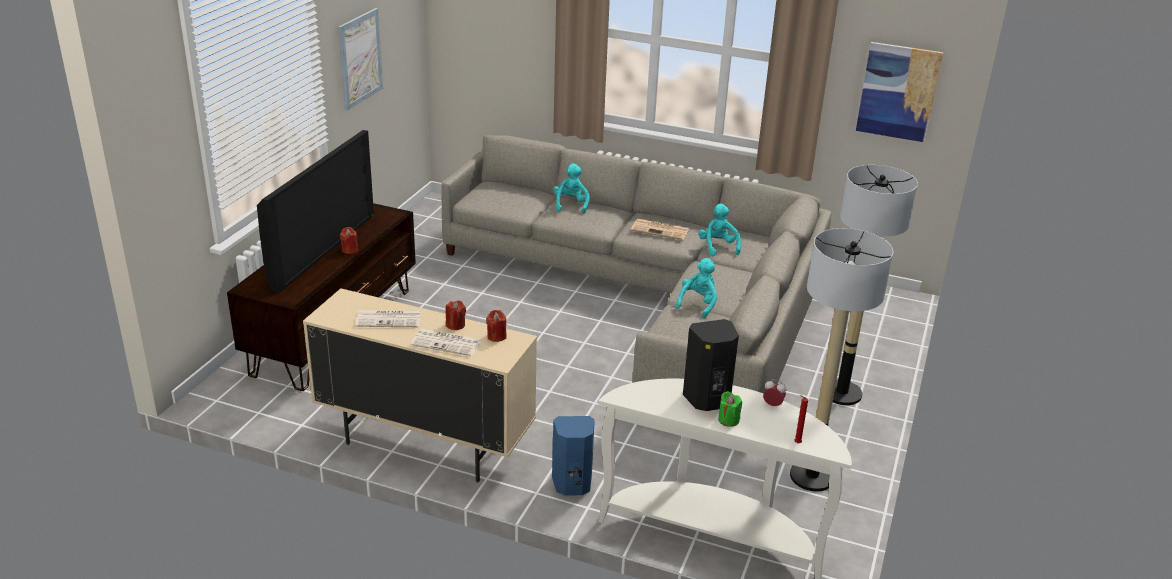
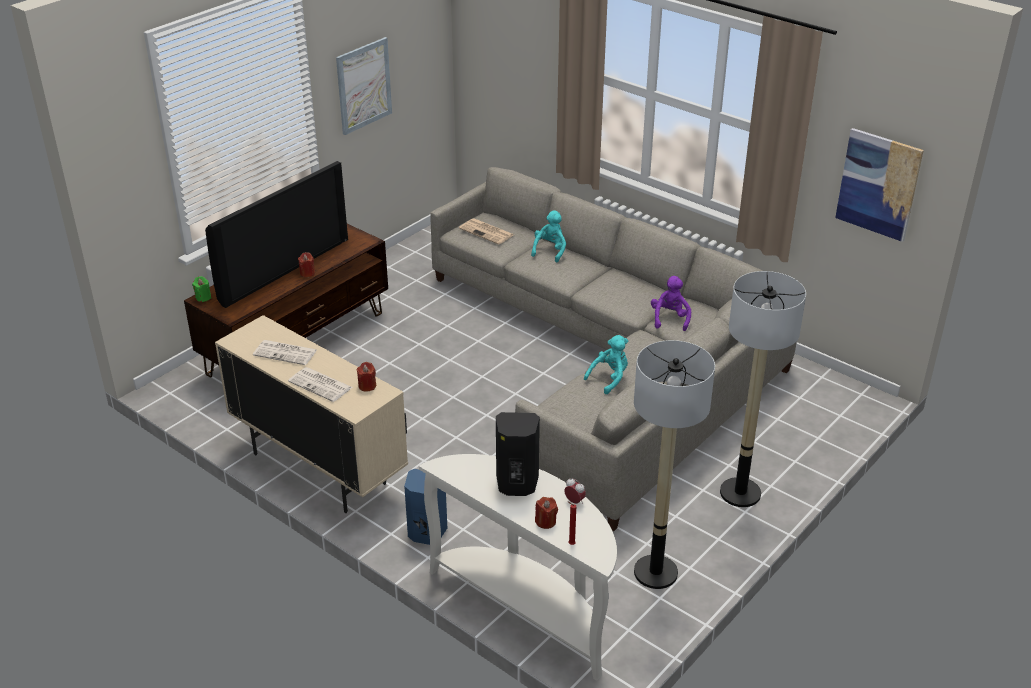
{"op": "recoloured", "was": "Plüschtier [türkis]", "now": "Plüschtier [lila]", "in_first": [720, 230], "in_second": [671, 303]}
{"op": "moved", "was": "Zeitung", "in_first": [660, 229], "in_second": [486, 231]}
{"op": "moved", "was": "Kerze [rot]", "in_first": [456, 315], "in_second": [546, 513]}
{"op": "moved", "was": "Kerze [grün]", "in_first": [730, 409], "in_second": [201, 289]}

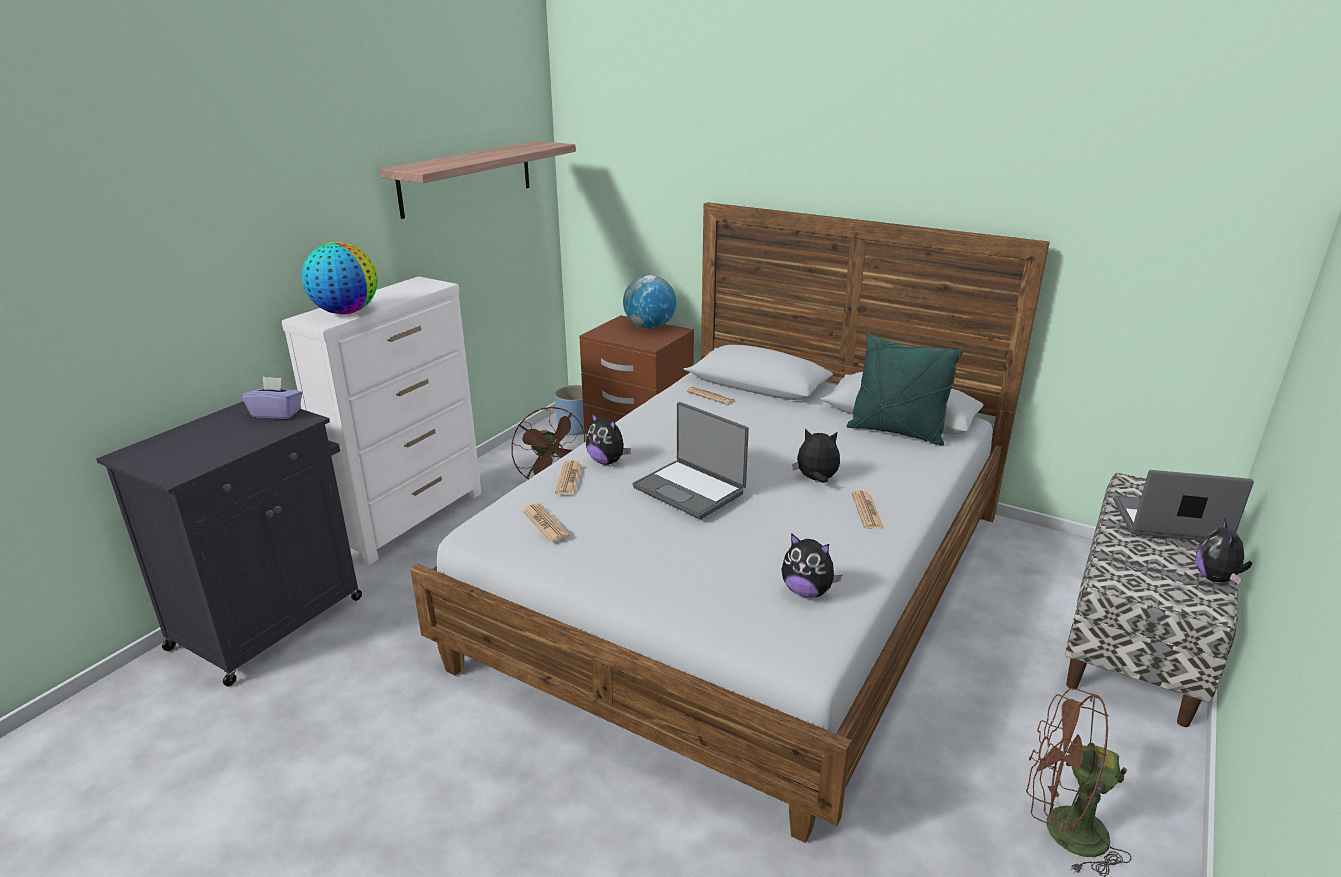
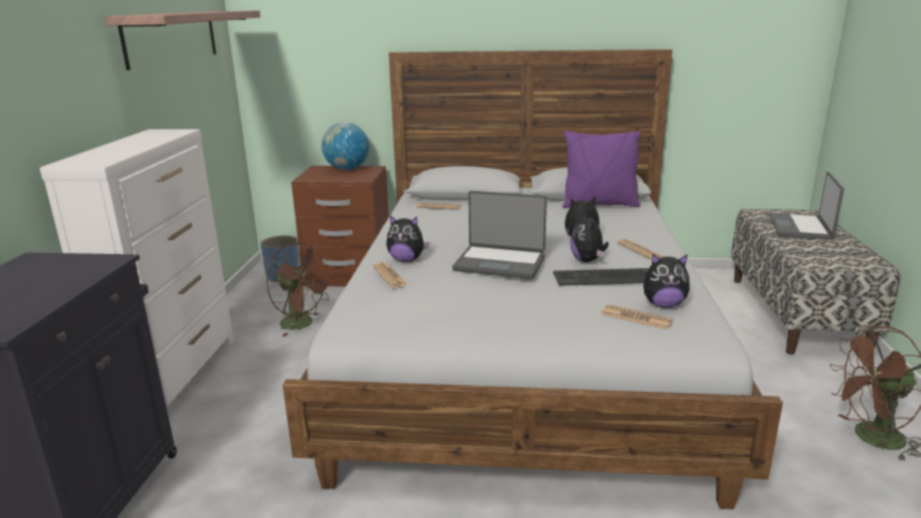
{"op": "removed", "was": "Globus", "in_first": [340, 278]}
{"op": "recoloured", "was": "Kissen [grün]", "now": "Kissen [lila]", "in_first": [905, 389], "in_second": [601, 169]}
{"op": "removed", "was": "Taschentuchbox [lila]", "in_first": [271, 398]}
{"op": "turned", "was": "Laptop", "in_first": [1184, 505], "in_second": [806, 206], "clockwise": -60}
{"op": "moved", "was": "Zeitung", "in_first": [546, 522], "in_second": [637, 317]}
{"op": "moved", "was": "Plüschtier", "in_first": [1224, 550], "in_second": [589, 237]}
{"op": "added", "now": "Tastatur", "in_second": [601, 277]}

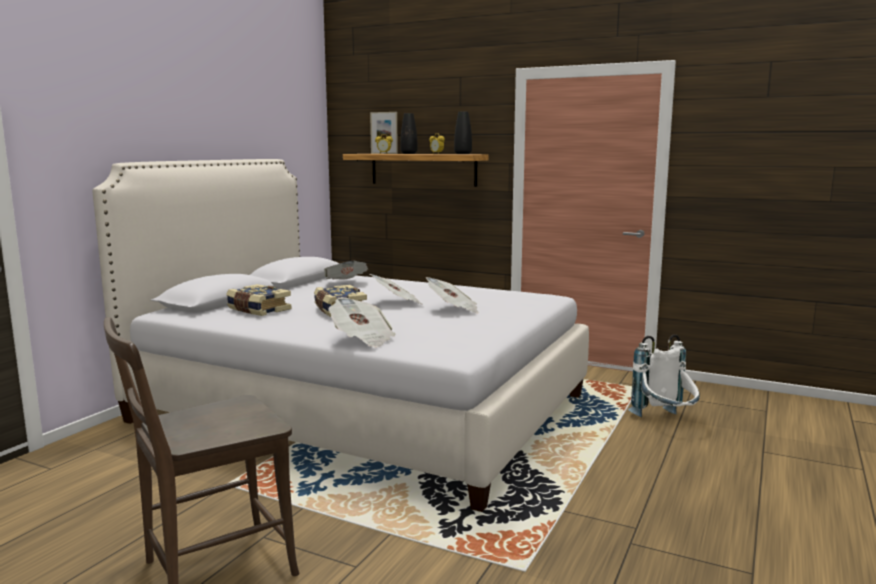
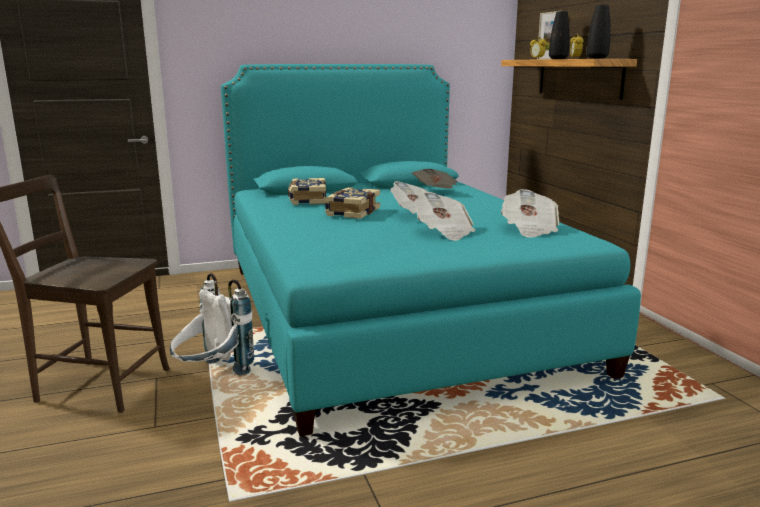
{"op": "recoloured", "was": "Bett [weiß]", "now": "Bett [türkis]", "in_first": [340, 335], "in_second": [431, 250]}
{"op": "moved", "was": "Zeitung", "in_first": [362, 322], "in_second": [530, 213]}
{"op": "moved", "was": "Rucksack [weiß]", "in_first": [664, 375], "in_second": [212, 324]}

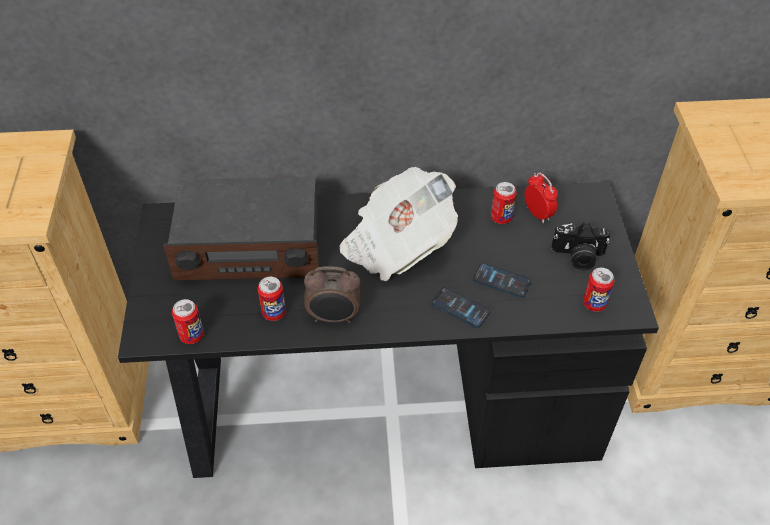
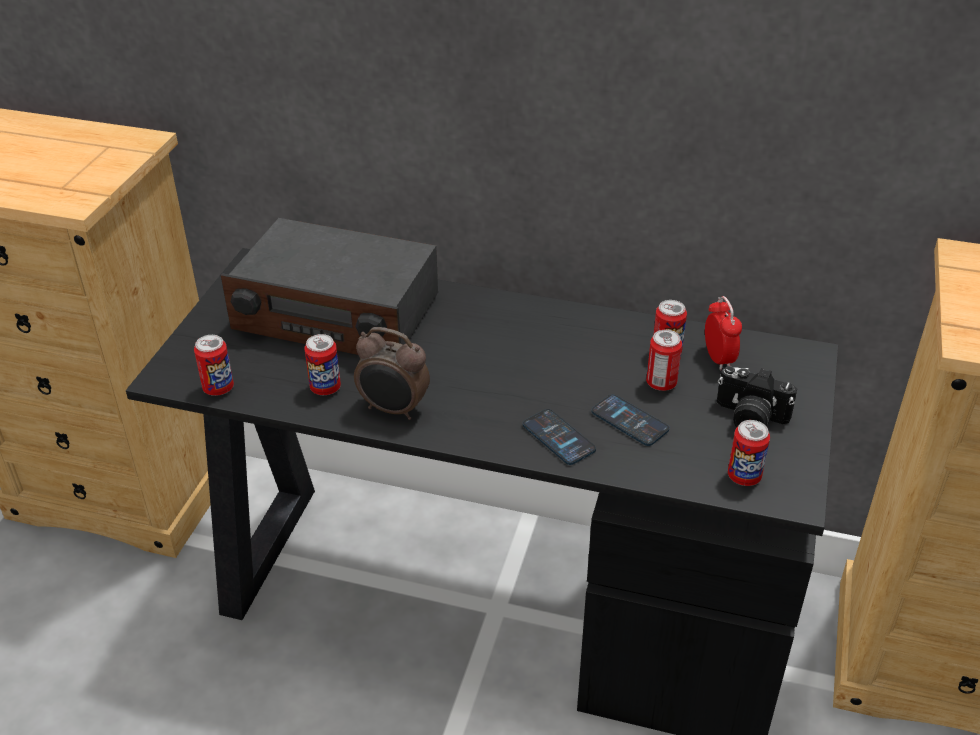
{"op": "removed", "was": "Zeitung", "in_first": [399, 224]}
{"op": "added", "now": "Dose", "in_second": [664, 360]}

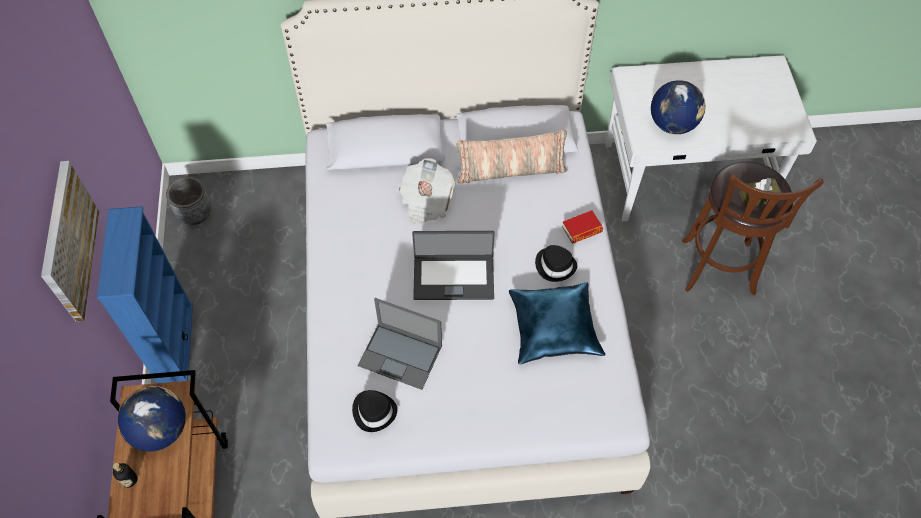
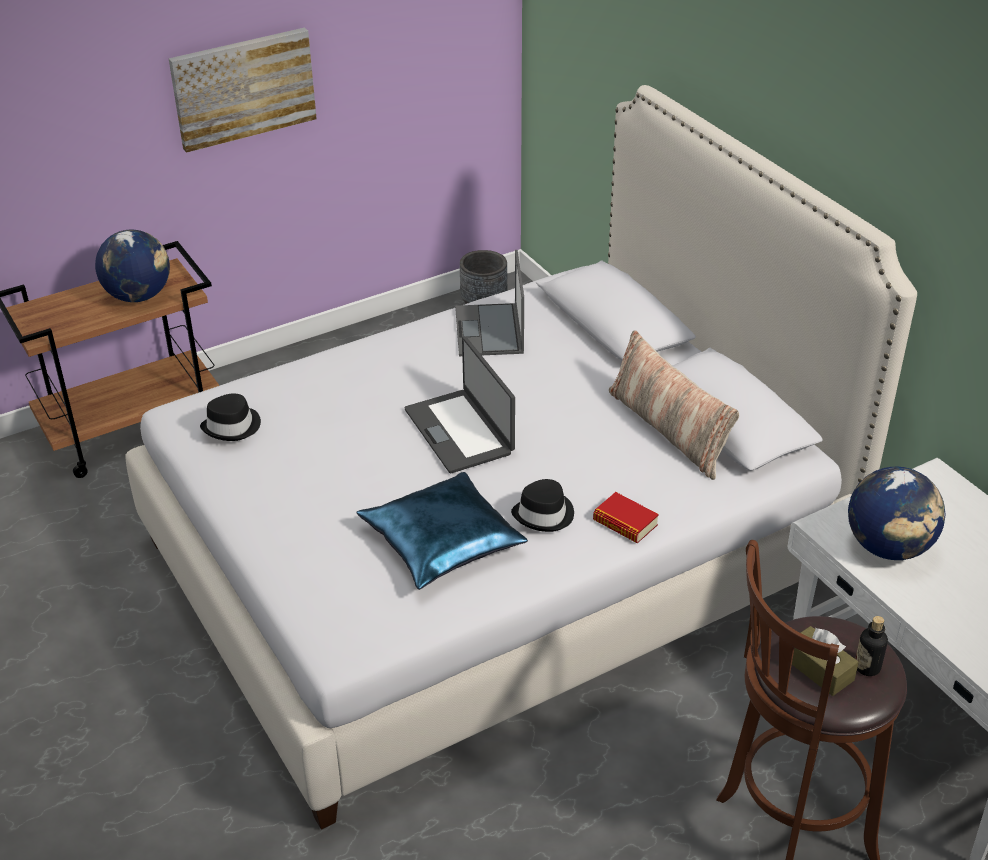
{"op": "removed", "was": "Zeitung", "in_first": [427, 191]}
{"op": "removed", "was": "Bücherregal [blau]", "in_first": [145, 294]}
{"op": "moved", "was": "Laptop", "in_first": [400, 344], "in_second": [489, 303]}
{"op": "moved", "was": "Flasche", "in_first": [125, 475], "in_second": [871, 646]}

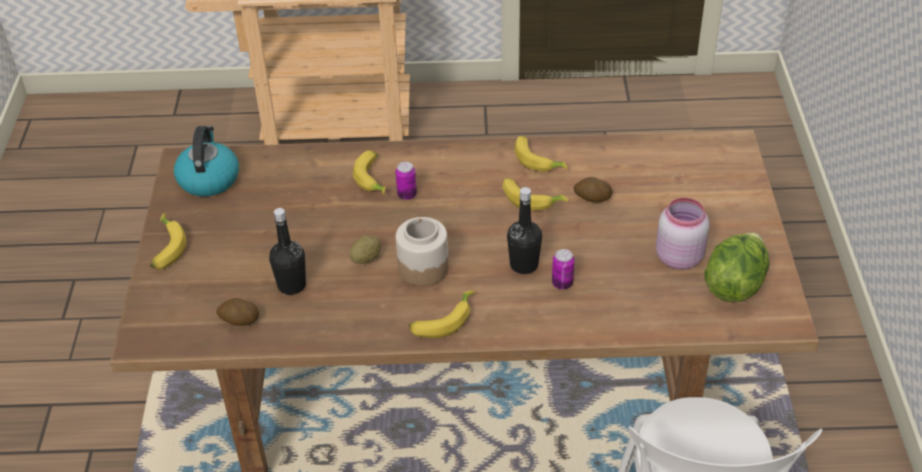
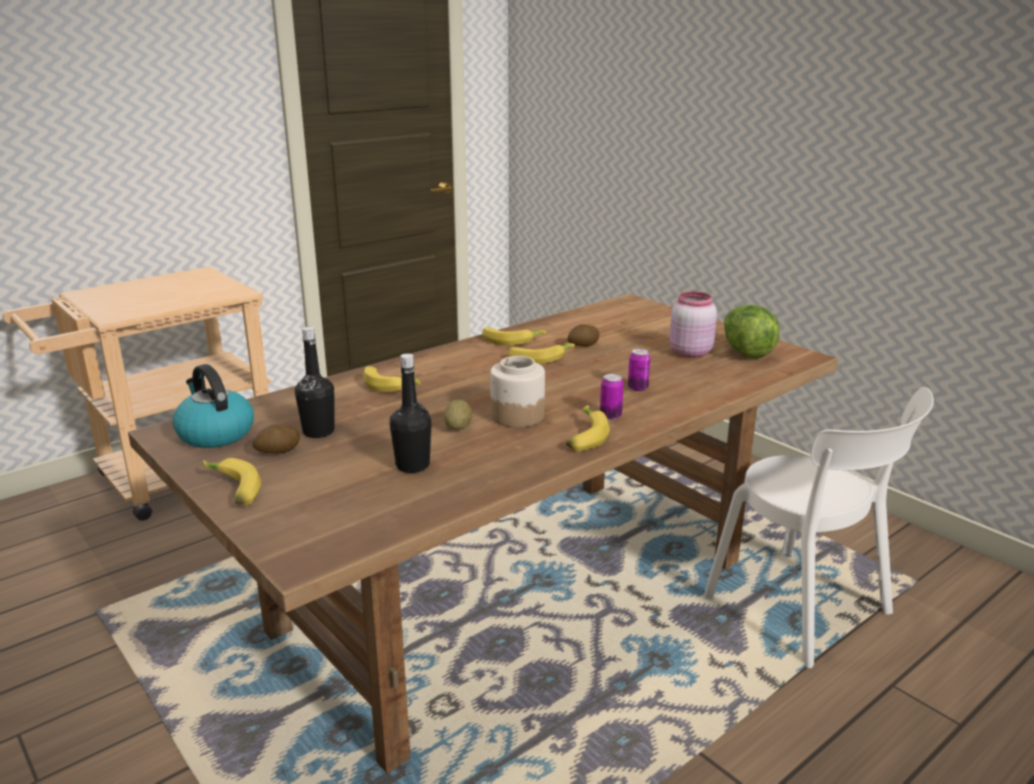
{"op": "moved", "was": "Dose", "in_first": [406, 181], "in_second": [612, 397]}
{"op": "moved", "was": "Flasche [schwarz]", "in_first": [524, 230], "in_second": [314, 382]}
{"op": "moved", "was": "Kartoffel", "in_first": [238, 312], "in_second": [276, 439]}

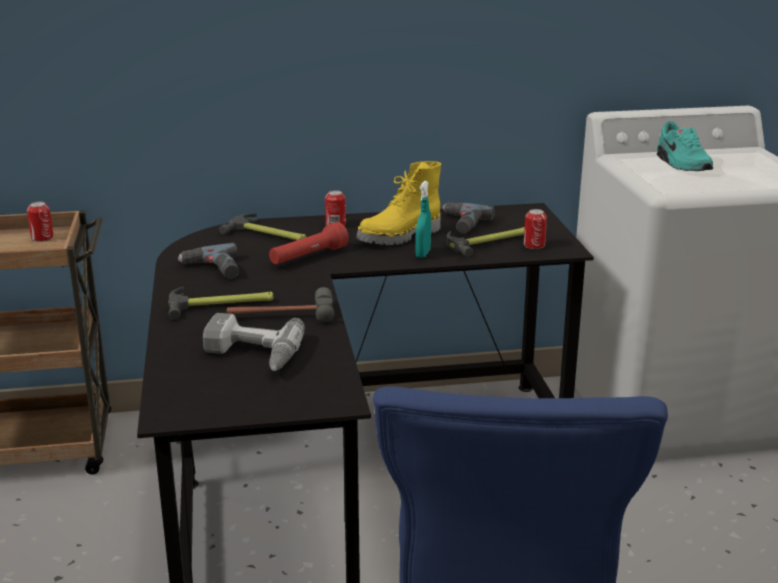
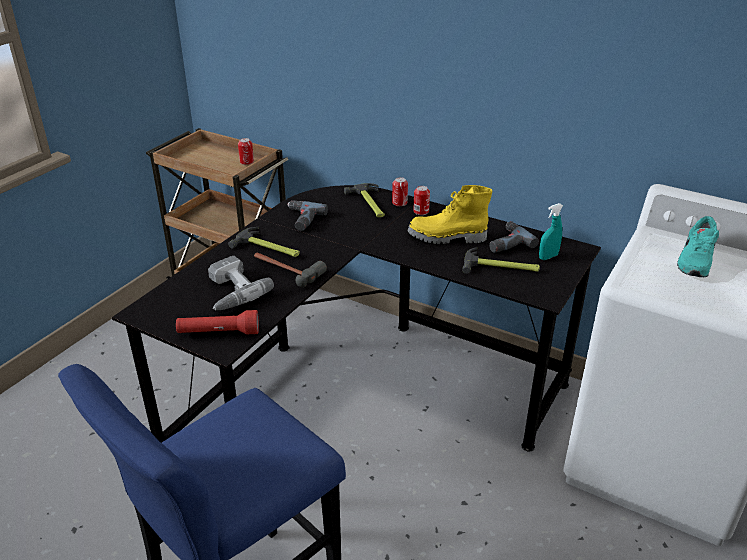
{"op": "moved", "was": "Sprühflasche [türkis]", "in_first": [423, 219], "in_second": [551, 231]}
{"op": "moved", "was": "Dose", "in_first": [535, 229], "in_second": [400, 191]}
{"op": "moved", "was": "Taschenlampe [rot]", "in_first": [309, 243], "in_second": [217, 322]}

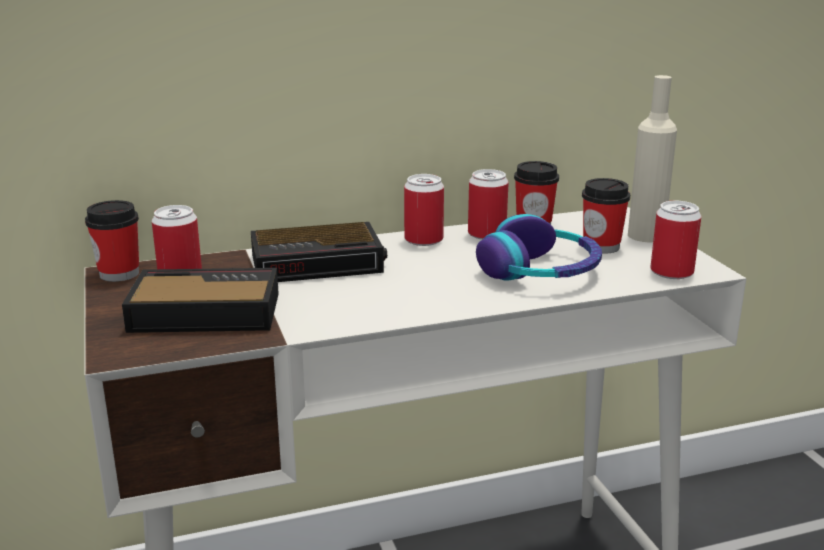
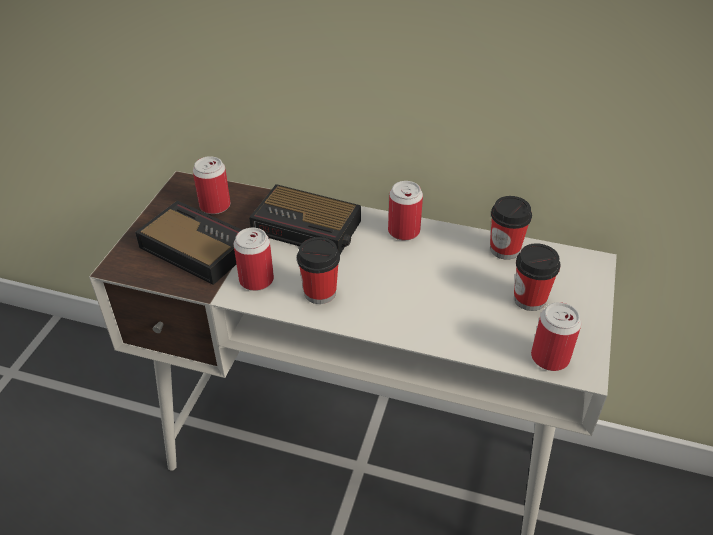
{"op": "removed", "was": "Flasche [beige]", "in_first": [652, 158]}
{"op": "moved", "was": "Dose", "in_first": [488, 204], "in_second": [254, 259]}
{"op": "moved", "was": "Tasse", "in_first": [112, 241], "in_second": [318, 270]}
{"op": "removed", "was": "Kopfhörer", "in_first": [539, 247]}

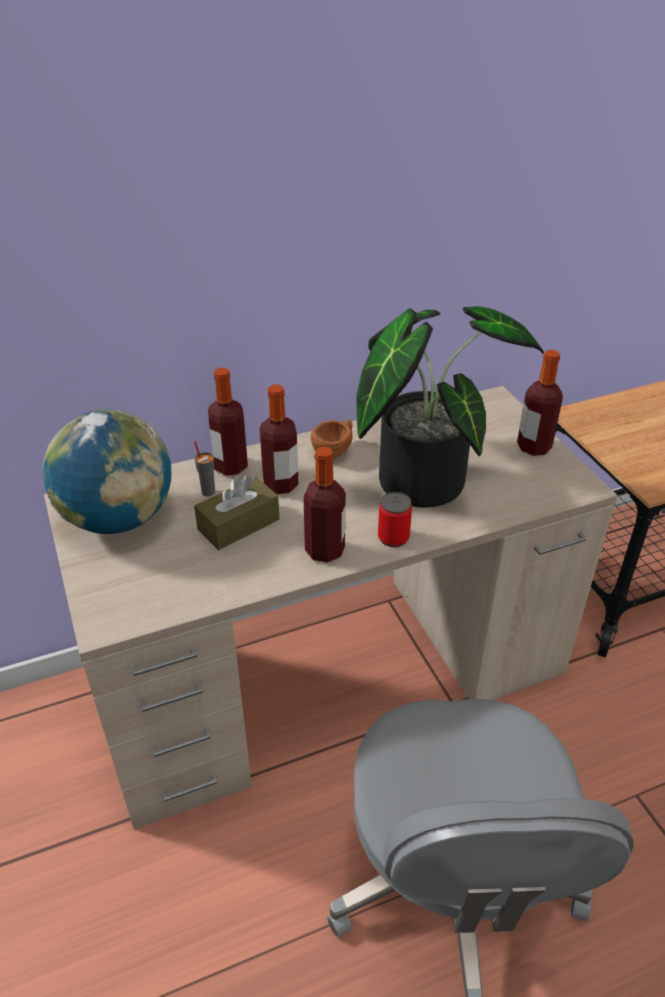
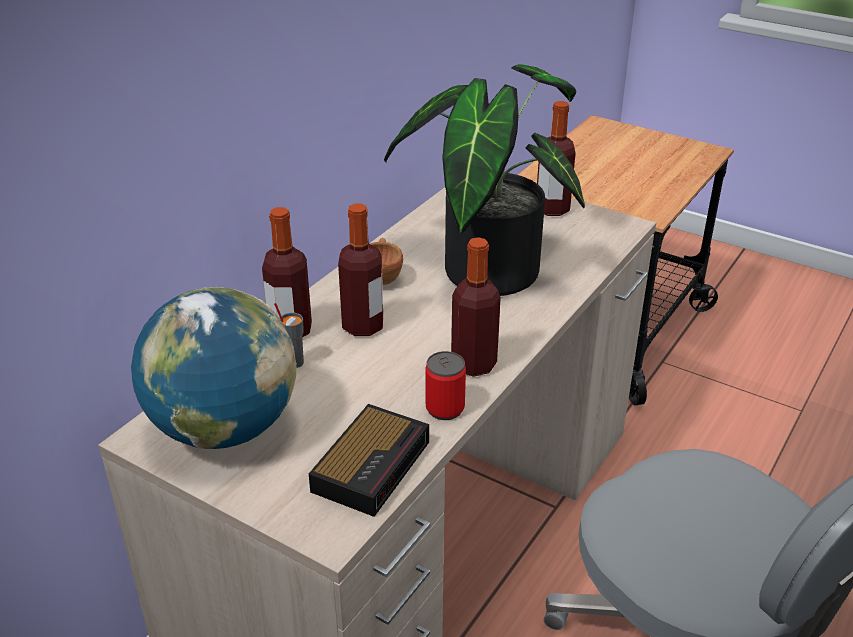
{"op": "removed", "was": "Taschentuchbox [braun]", "in_first": [236, 512]}
{"op": "moved", "was": "Dose", "in_first": [395, 519], "in_second": [446, 385]}
{"op": "added", "now": "Wecker", "in_second": [369, 460]}

